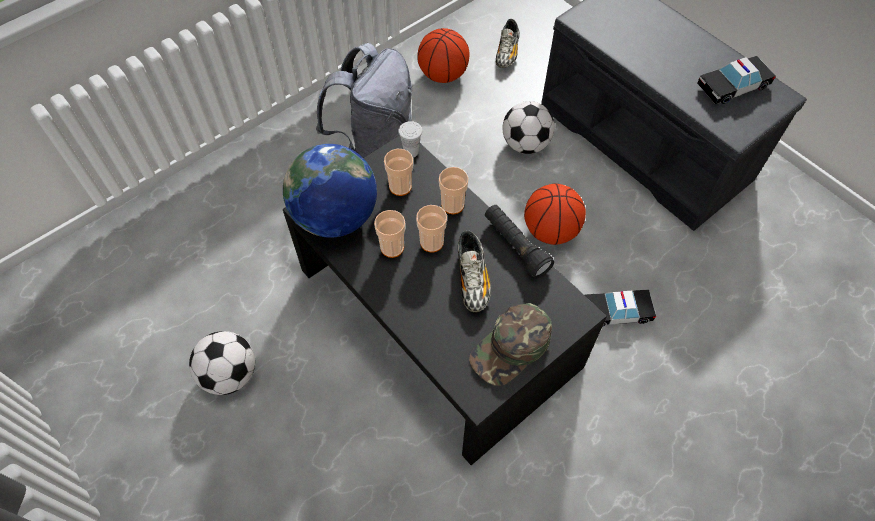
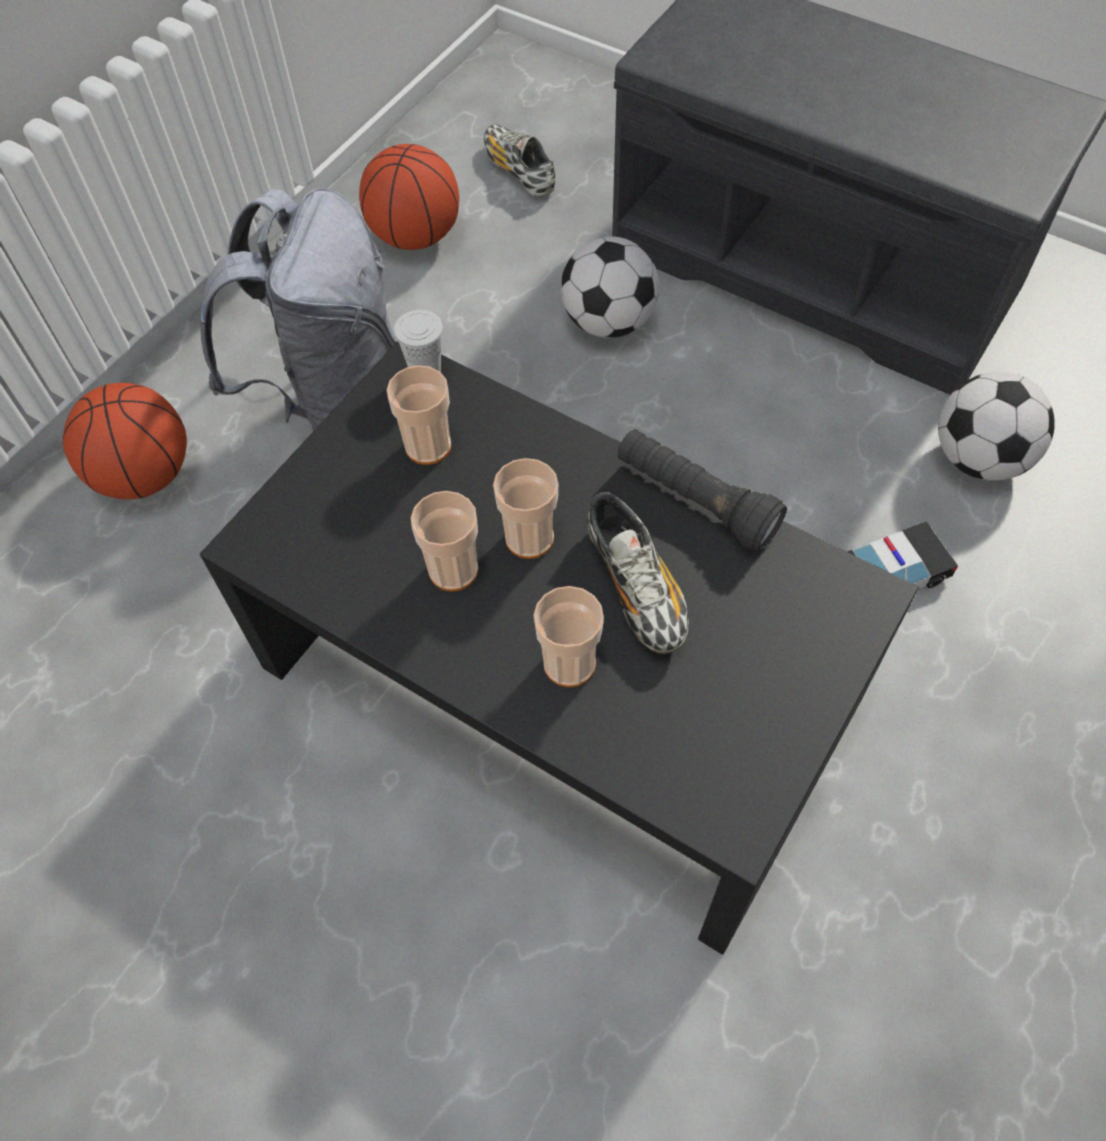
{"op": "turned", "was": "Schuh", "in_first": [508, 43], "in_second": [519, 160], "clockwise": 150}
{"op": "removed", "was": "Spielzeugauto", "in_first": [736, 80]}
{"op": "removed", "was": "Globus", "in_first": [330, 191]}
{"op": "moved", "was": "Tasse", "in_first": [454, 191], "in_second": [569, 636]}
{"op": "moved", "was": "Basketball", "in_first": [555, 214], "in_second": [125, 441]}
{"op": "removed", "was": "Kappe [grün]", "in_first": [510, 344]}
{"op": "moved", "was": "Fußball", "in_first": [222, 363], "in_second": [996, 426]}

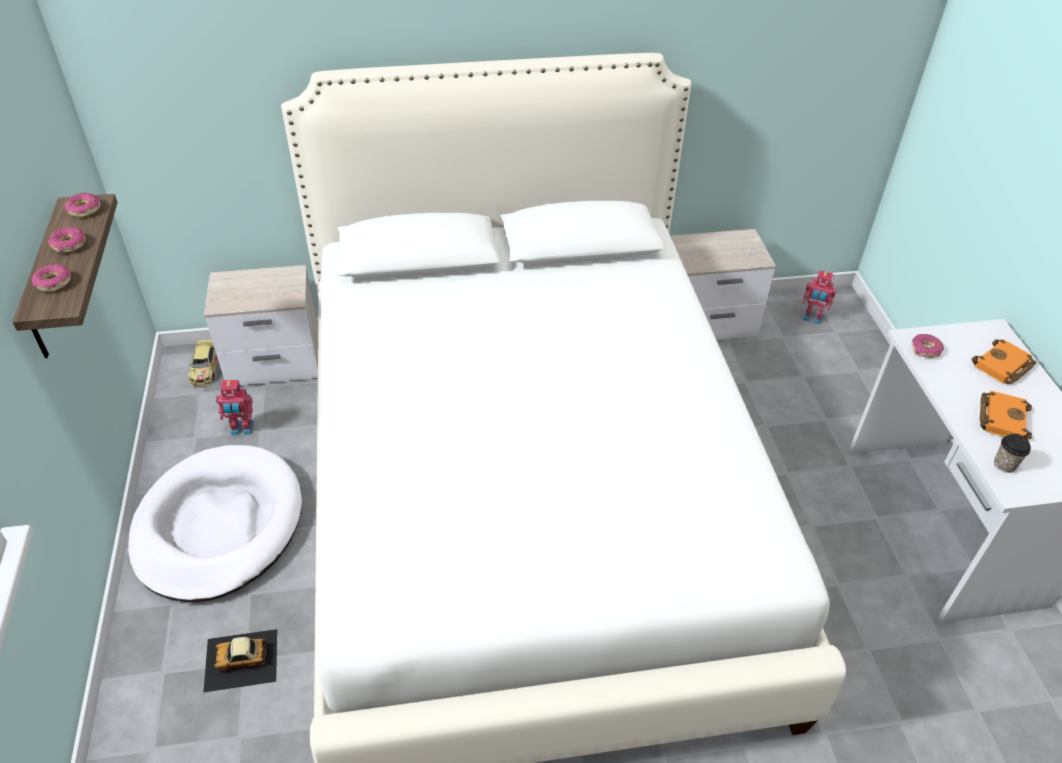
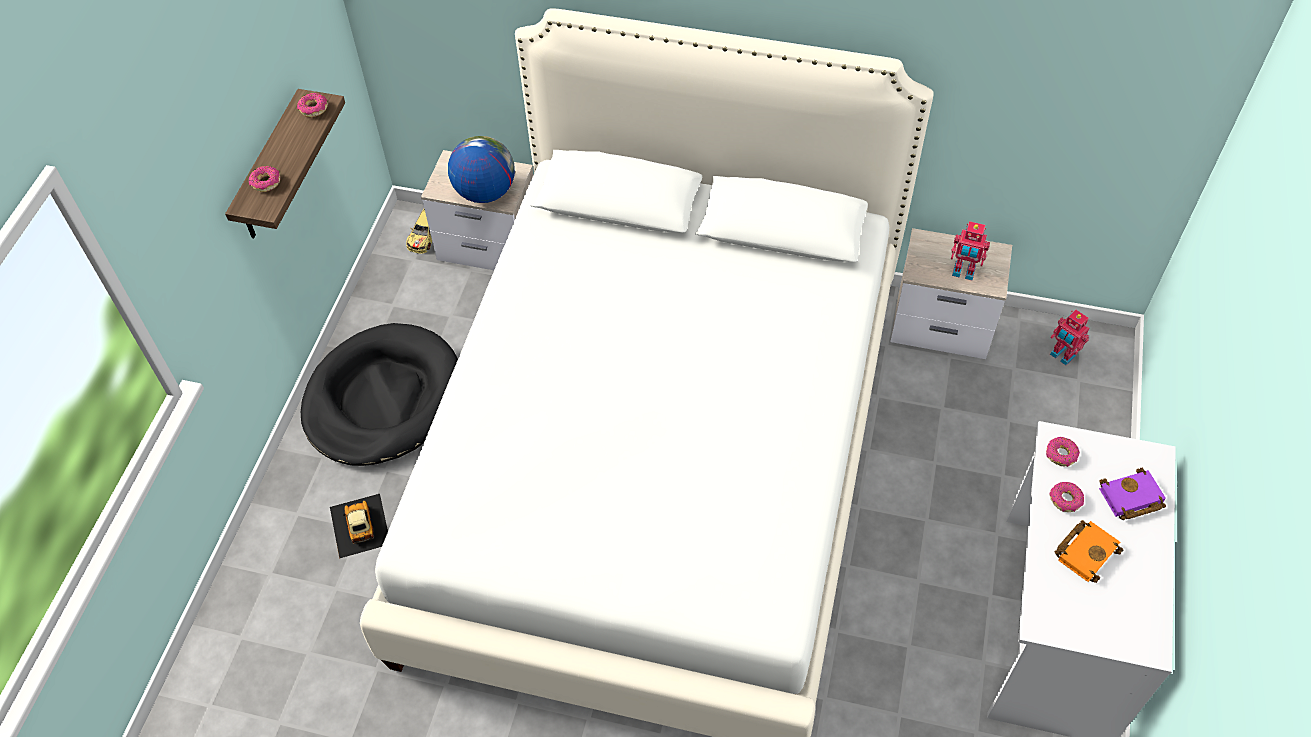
{"op": "moved", "was": "Donut", "in_first": [66, 240], "in_second": [1066, 497]}
{"op": "recoloured", "was": "Buch [orange]", "now": "Buch [lila]", "in_first": [1004, 361], "in_second": [1132, 494]}
{"op": "moved", "was": "Spielzeugroboter", "in_first": [235, 407], "in_second": [970, 251]}
{"op": "removed", "was": "Tasse", "in_first": [1012, 453]}
{"op": "recoloured", "was": "Hundebett [weiß]", "now": "Hundebett [schwarz]", "in_first": [215, 524], "in_second": [379, 394]}
{"op": "turned", "was": "Spielzeugauto", "in_first": [240, 661], "in_second": [359, 526], "clockwise": 60}
{"op": "added", "now": "Globus", "in_second": [481, 169]}

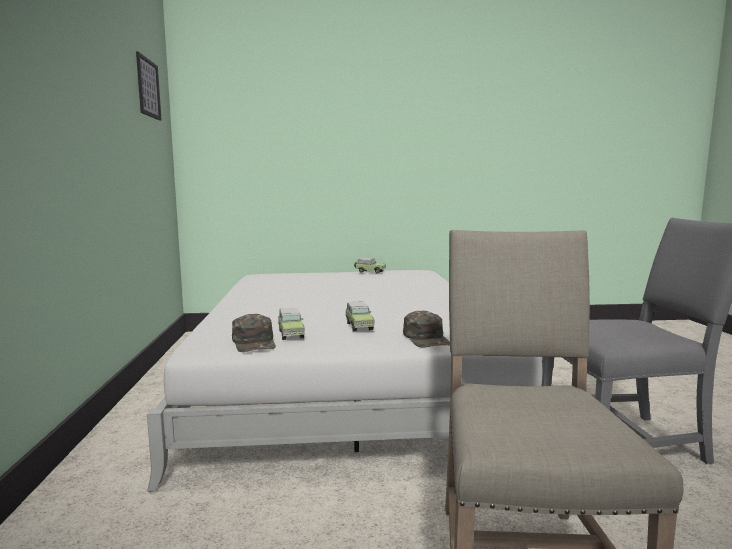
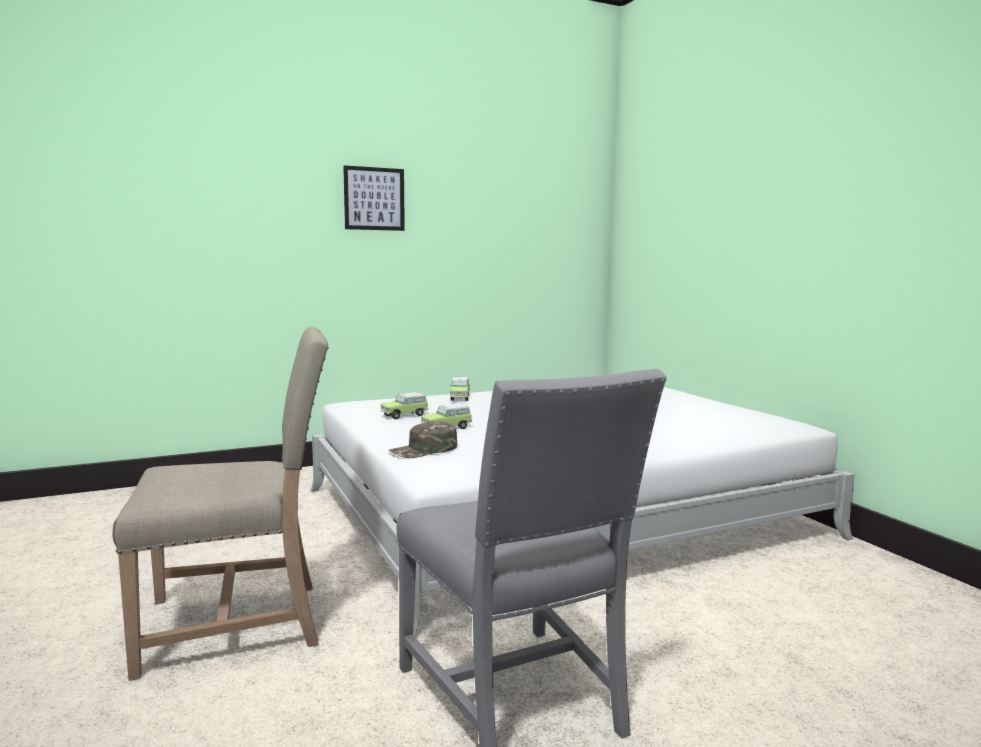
{"op": "moved", "was": "Bild", "in_first": [149, 86], "in_second": [374, 198]}
{"op": "moved", "was": "Spielzeugauto", "in_first": [370, 266], "in_second": [460, 389]}
{"op": "removed", "was": "Kappe [grün]", "in_first": [254, 333]}

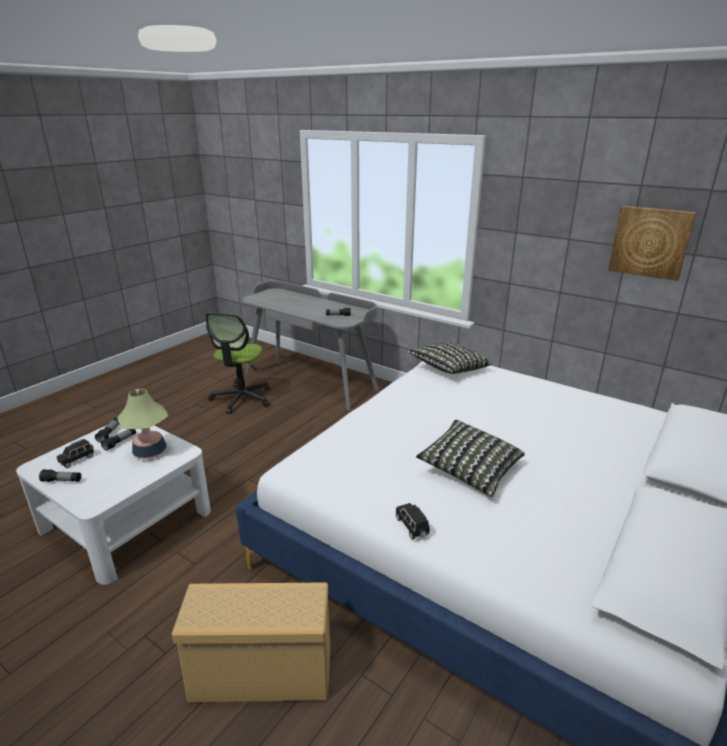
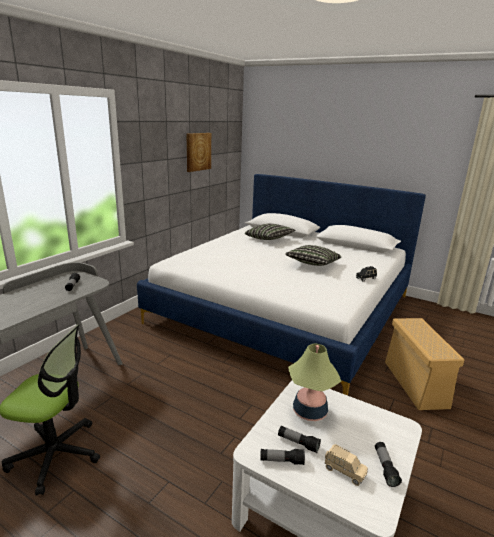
{"op": "moved", "was": "Kissen", "in_first": [450, 358], "in_second": [270, 232]}
{"op": "recoloured", "was": "Spielzeugauto [schwarz]", "now": "Spielzeugauto [beige]", "in_first": [75, 453], "in_second": [346, 465]}

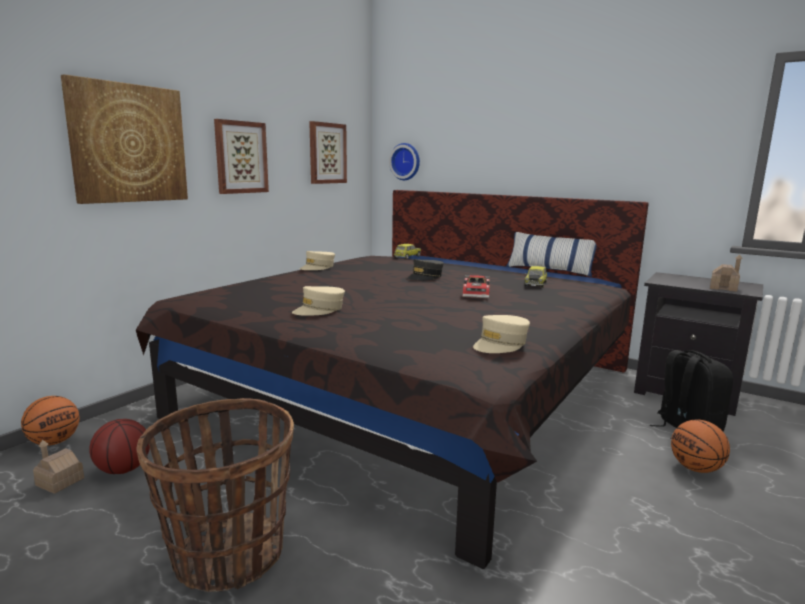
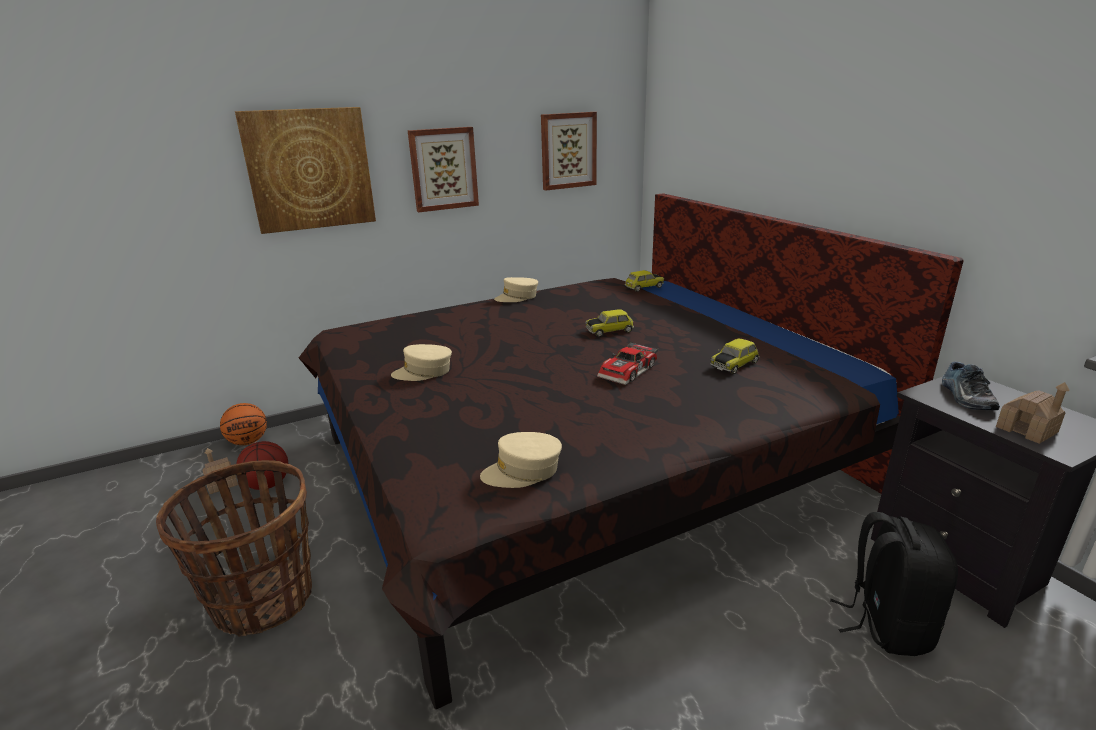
{"op": "removed", "was": "Wanduhr", "in_first": [404, 161]}
{"op": "removed", "was": "Kissen", "in_first": [551, 254]}
{"op": "replaced", "was": "Kappe [grau]", "now": "Spielzeugauto", "in_first": [425, 269], "in_second": [609, 323]}
{"op": "removed", "was": "Basketball", "in_first": [700, 446]}
{"op": "added", "now": "Schuh", "in_second": [971, 386]}

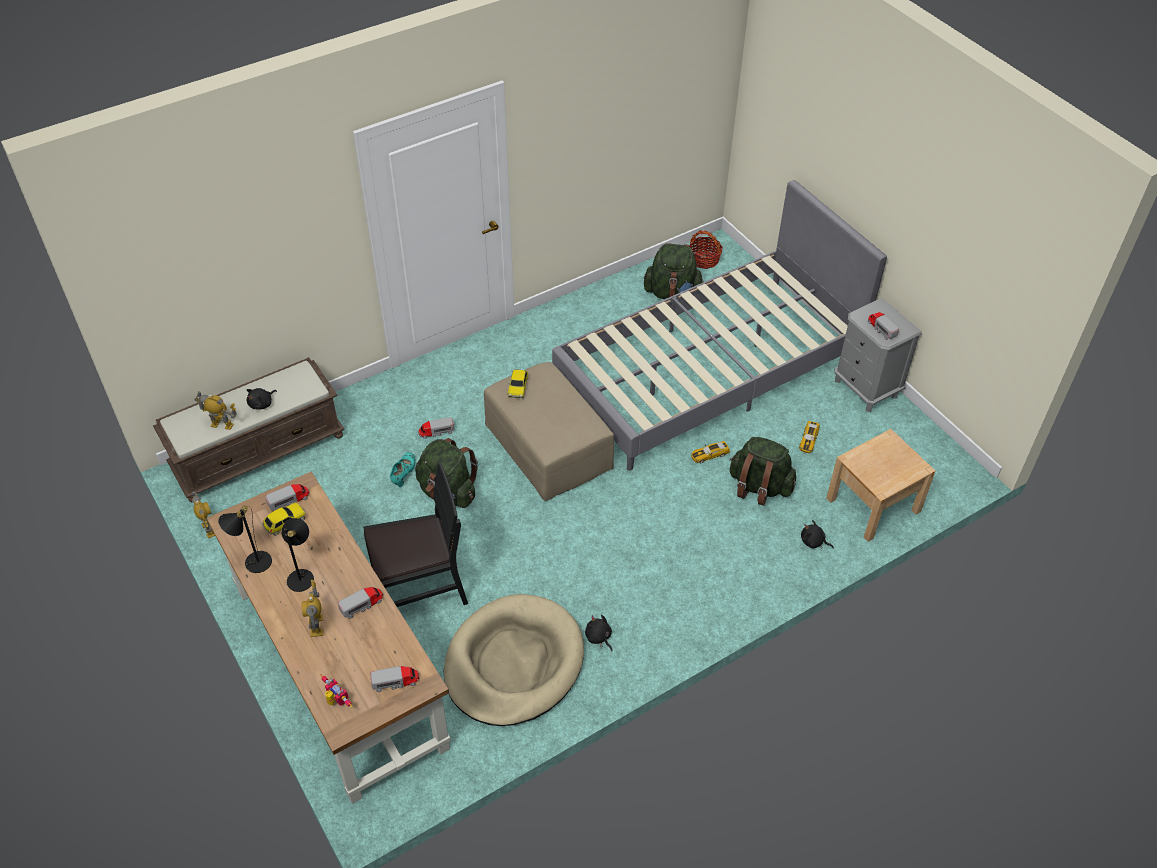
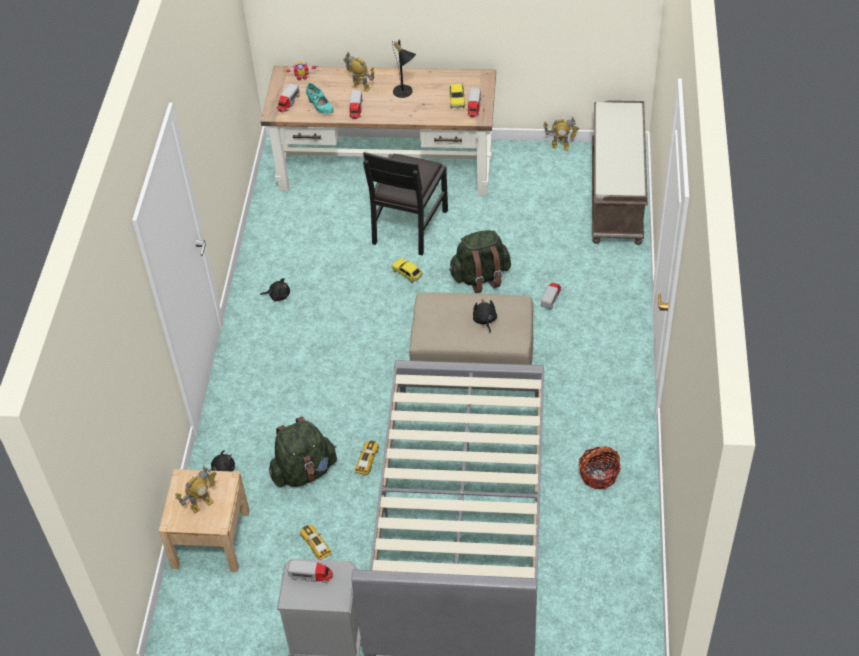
{"op": "moved", "was": "Korb", "in_first": [706, 249], "in_second": [600, 467]}
{"op": "removed", "was": "Rucksack [grün]", "in_first": [674, 271]}
{"op": "moved", "was": "Spielzeugauto", "in_first": [518, 384], "in_second": [407, 270]}
{"op": "moved", "was": "Plüschtier [schwarz]", "in_first": [262, 398], "in_second": [485, 315]}
{"op": "moved", "was": "Spielzeugroboter", "in_first": [215, 410], "in_second": [196, 489]}
{"op": "moved", "was": "Schuh [türkis]", "in_first": [402, 469], "in_second": [320, 98]}
{"op": "removed", "was": "Tischlampe [schwarz]", "in_first": [245, 539]}
{"op": "removed", "was": "Hundebett [beige]", "in_first": [514, 660]}

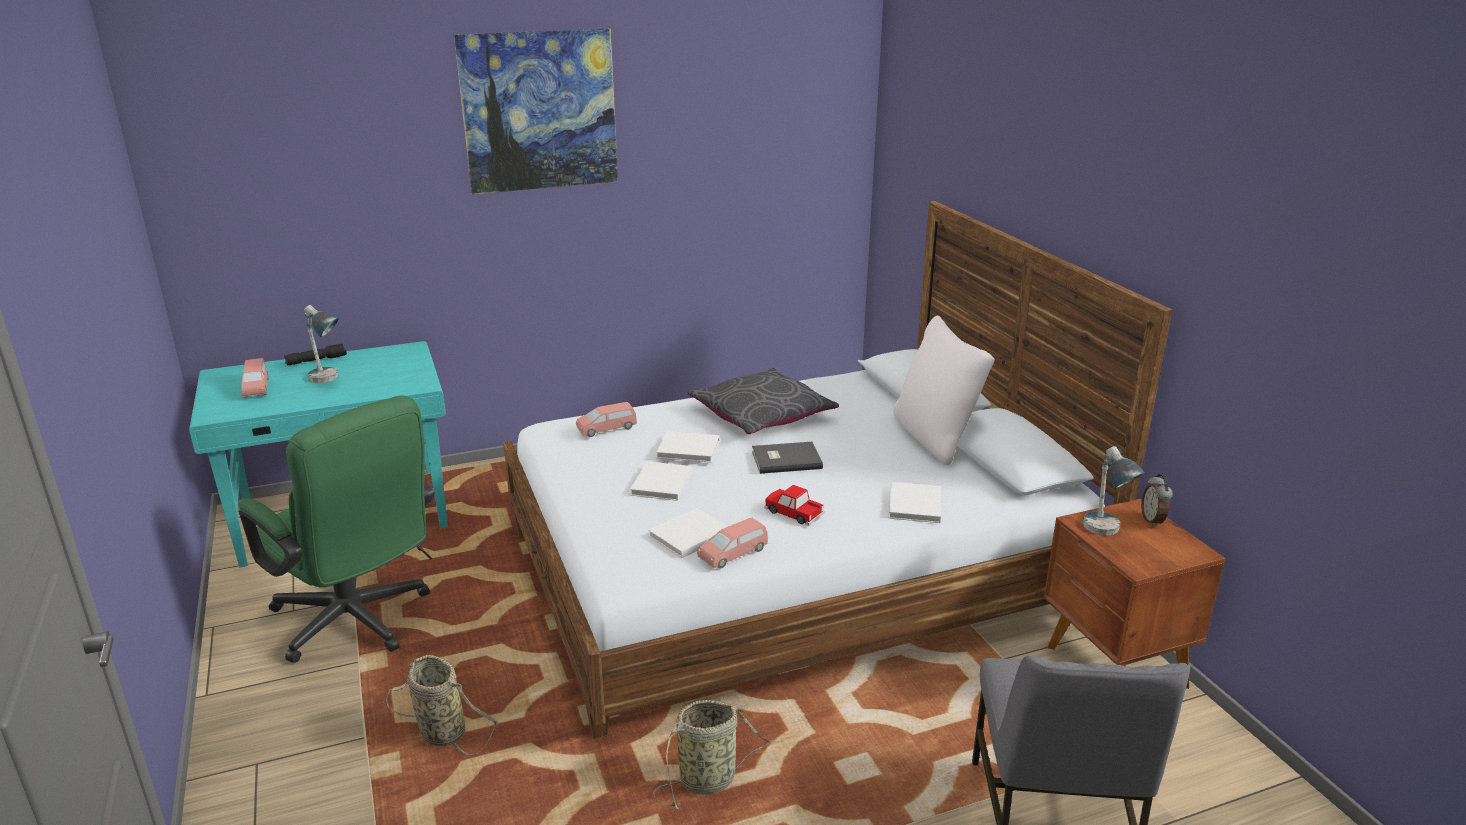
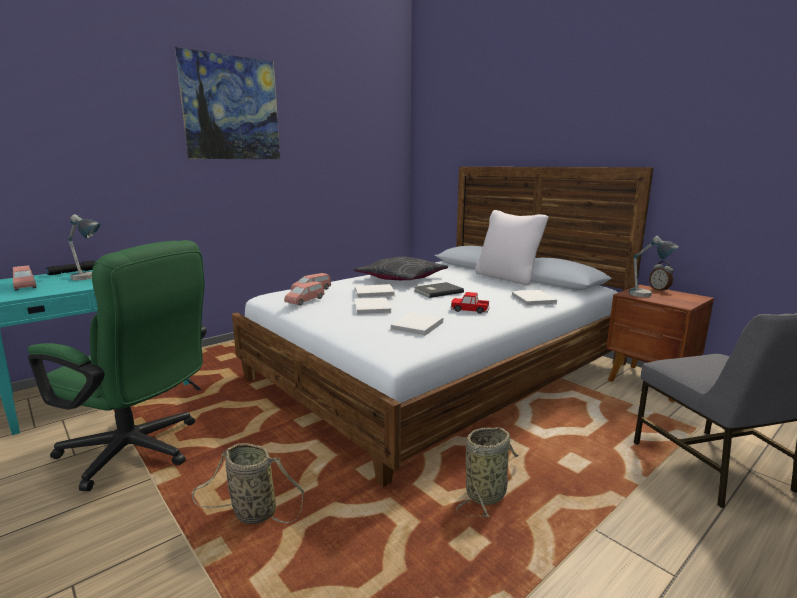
{"op": "moved", "was": "Spielzeugauto [rosa]", "in_first": [732, 543], "in_second": [304, 293]}

